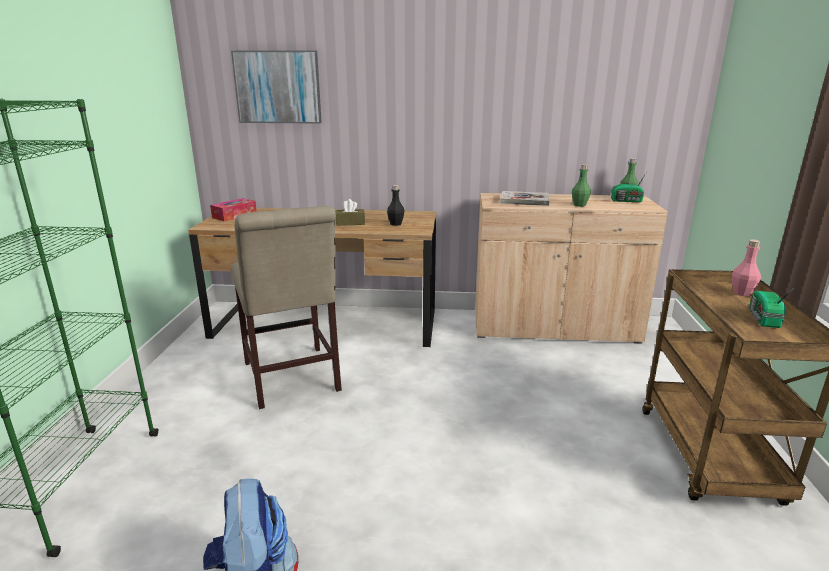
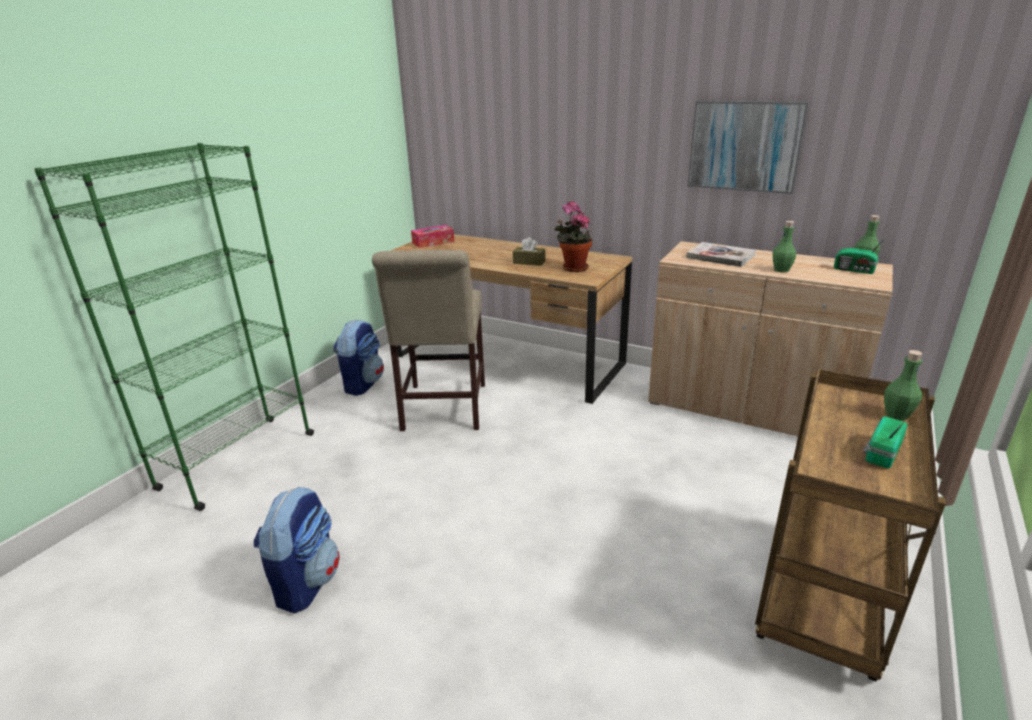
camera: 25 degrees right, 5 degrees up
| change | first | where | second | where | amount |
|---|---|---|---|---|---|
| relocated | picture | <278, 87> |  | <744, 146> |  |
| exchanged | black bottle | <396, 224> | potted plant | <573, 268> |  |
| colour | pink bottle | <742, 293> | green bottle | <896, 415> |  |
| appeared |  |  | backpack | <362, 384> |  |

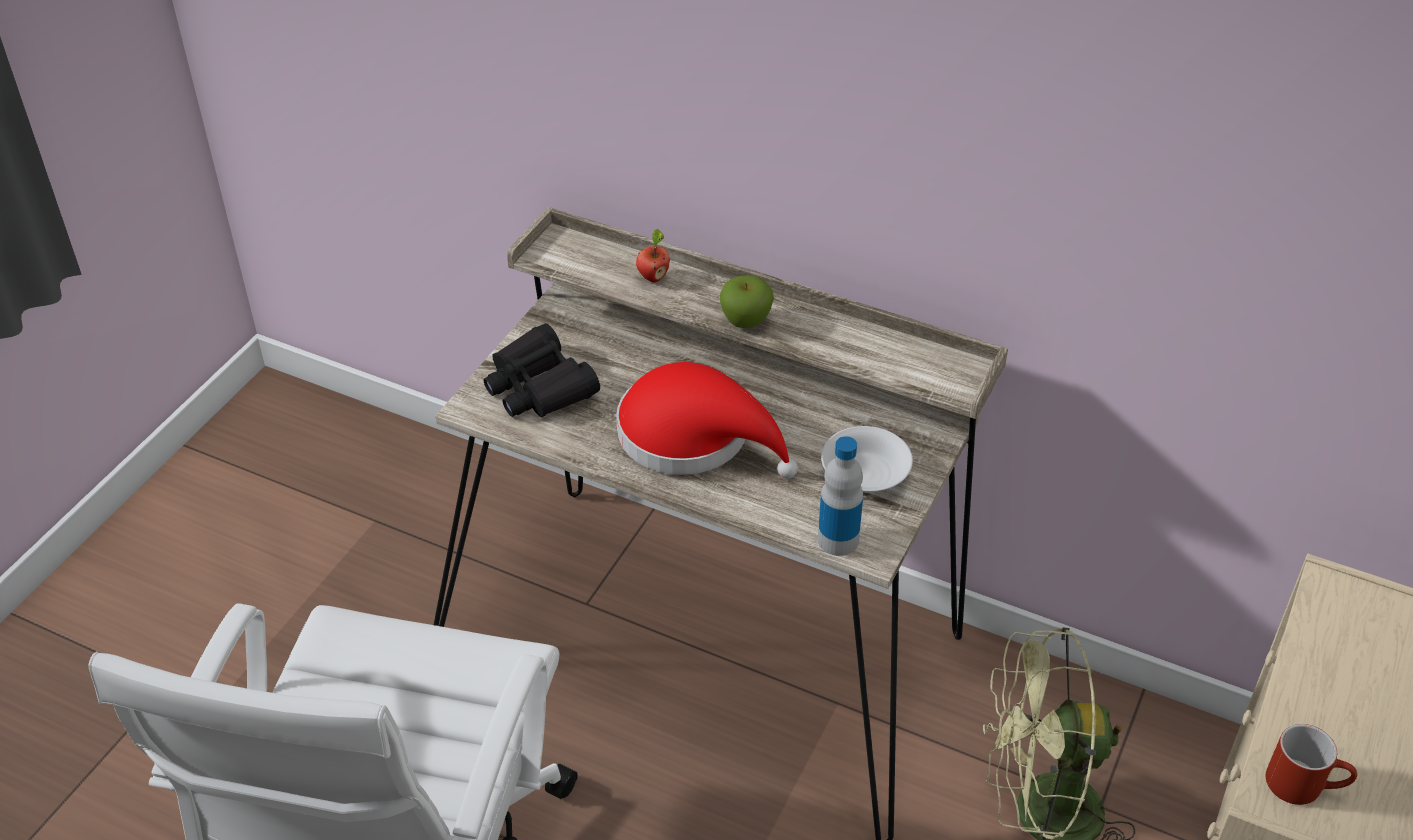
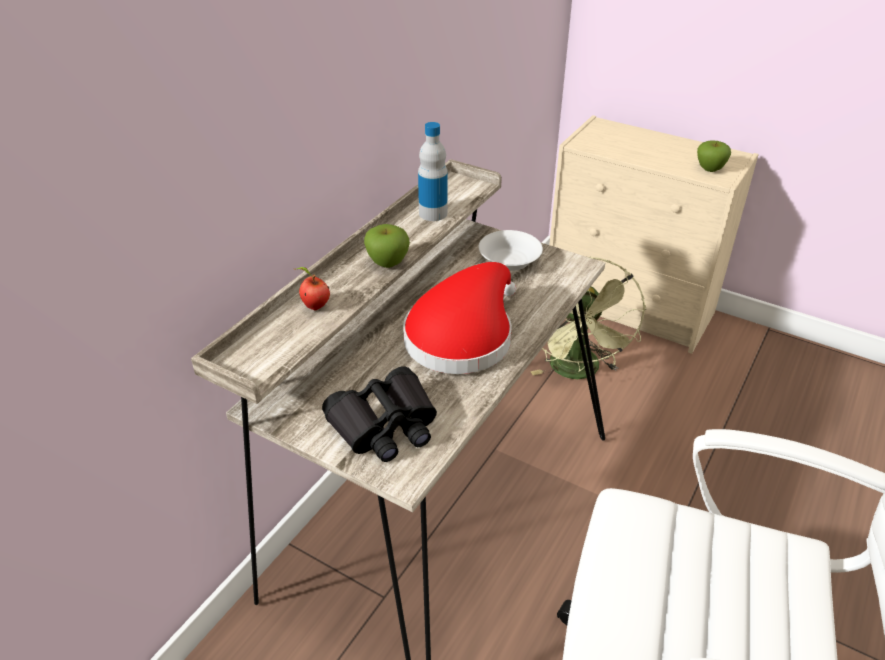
camera: 85 degrees left, 5 degrees down
| change | first | where | second | where | amount |
|---|---|---|---|---|---|
| relocated | bottle | <838, 540> |  | <433, 213> |  |
| exchanged | red mug | <1305, 784> | apple | <710, 169> |  |

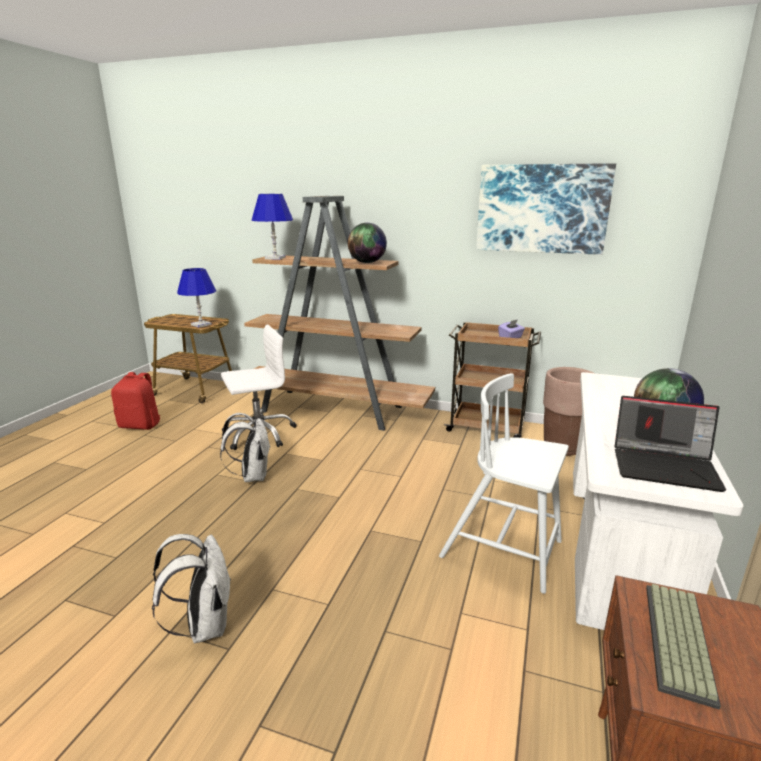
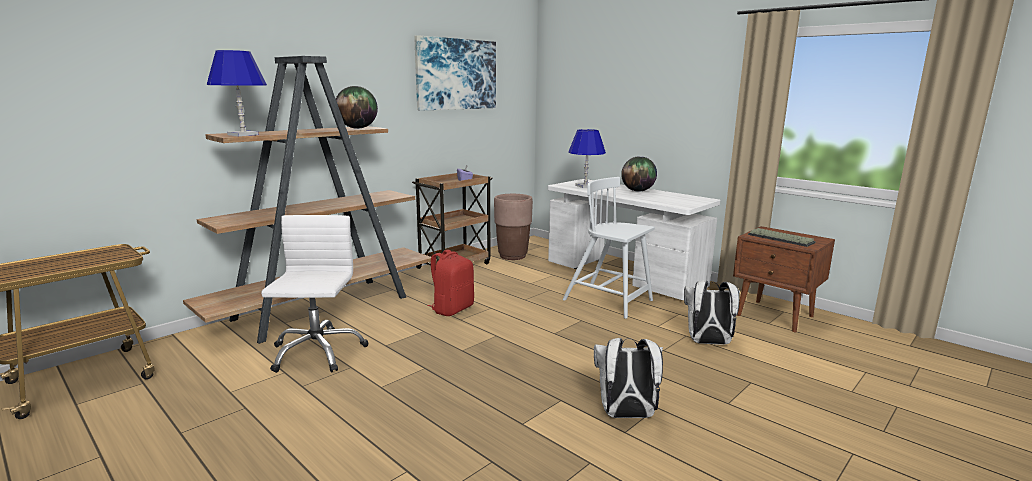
camera: 65 degrees left, 5 degrees down
| change | first | where | second | where | amount |
|---|---|---|---|---|---|
| relocated | blue table lamp | <201, 325> |  | <585, 186> |  |
| relocated | red backpack | <140, 425> |  | <452, 309> |  |
| spun | white chair | <504, 550> |  | <609, 301> | 75 degrees clockwise |
| missing | laptop | <665, 466> |  |  |  |
| relocated | white backpack | <252, 476> |  | <708, 343> |  |

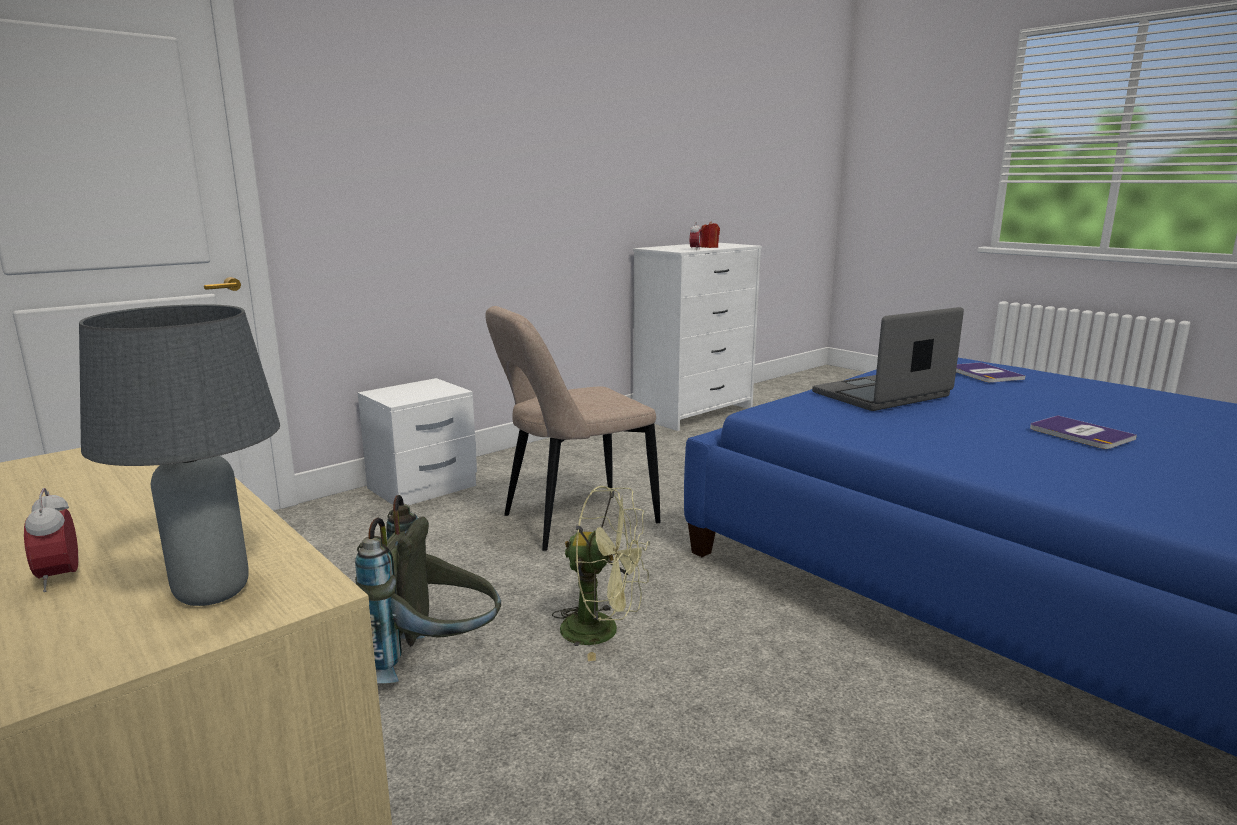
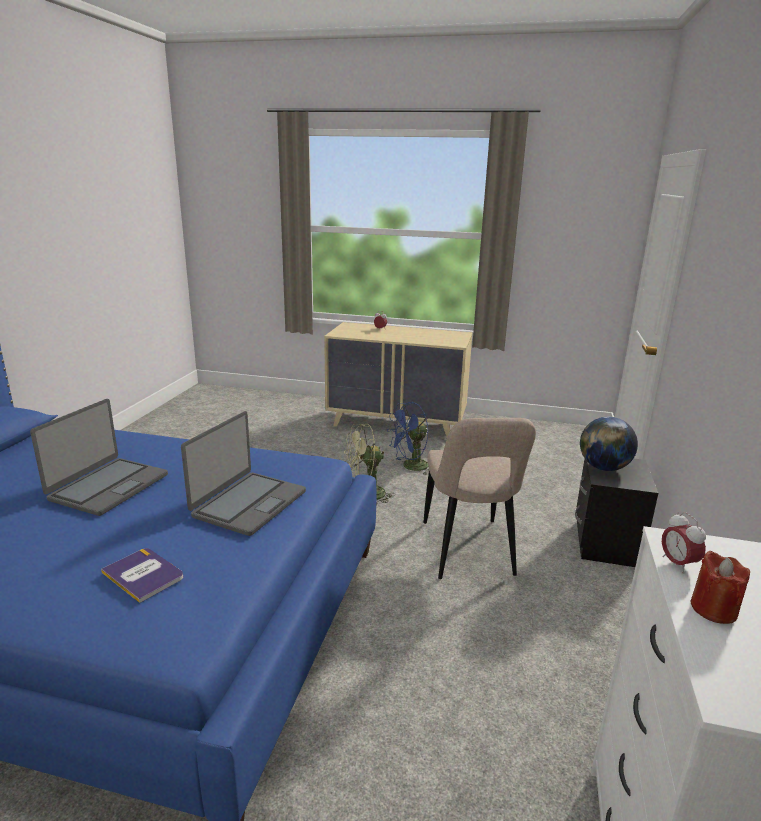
camera: 145 degrees right, 5 degrees up
| change | first | where | second | where | amount |
|---|---|---|---|---|---|
| missing | grey table lamp | <214, 591> |  |  |  |
| spun | beige chair | <573, 520> |  | <468, 552> | 150 degrees clockwise |
| colour | white nightstand | <423, 488> | black nightstand | <604, 543> |  |
| exchanged | book | <1080, 434> | laptop | <108, 487> |  |
| exchanged | grey backpack | <437, 660> | blue fan | <411, 467> |  |
| appeared |  |  | globe | <603, 468> |  |

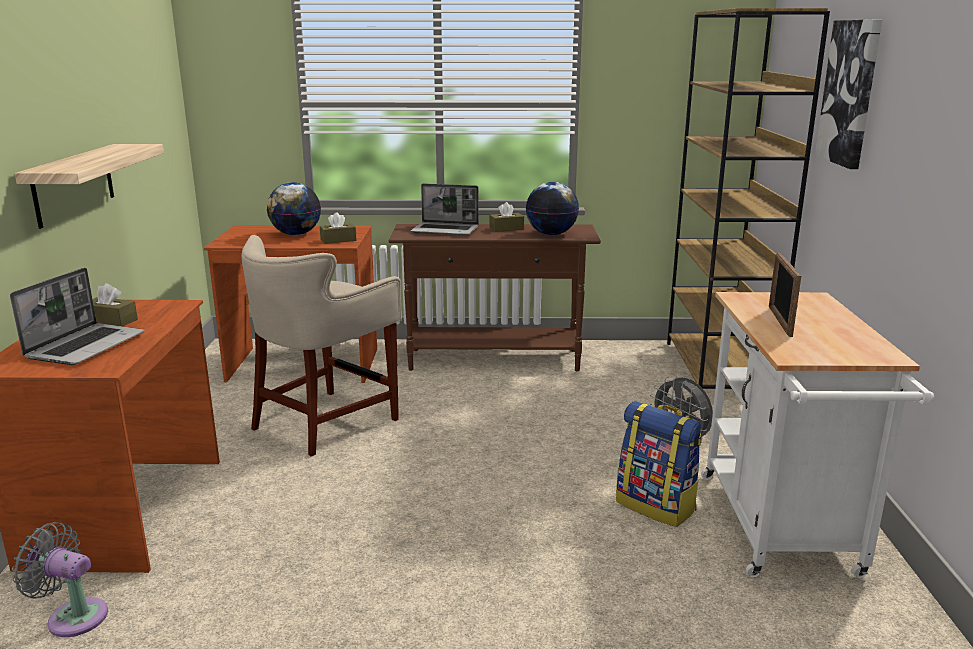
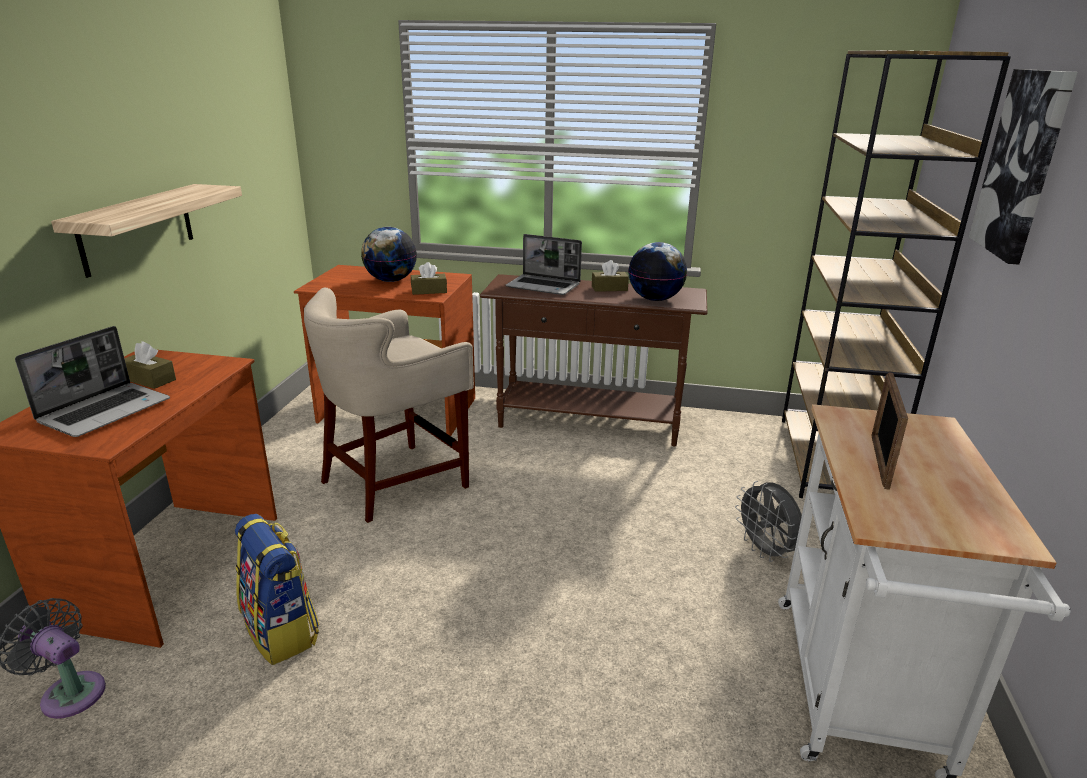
camera: 10 degrees right, 5 degrees up
| change | first | where | second | where | amount |
|---|---|---|---|---|---|
| relocated | backpack | <656, 506> |  | <282, 631> |  |

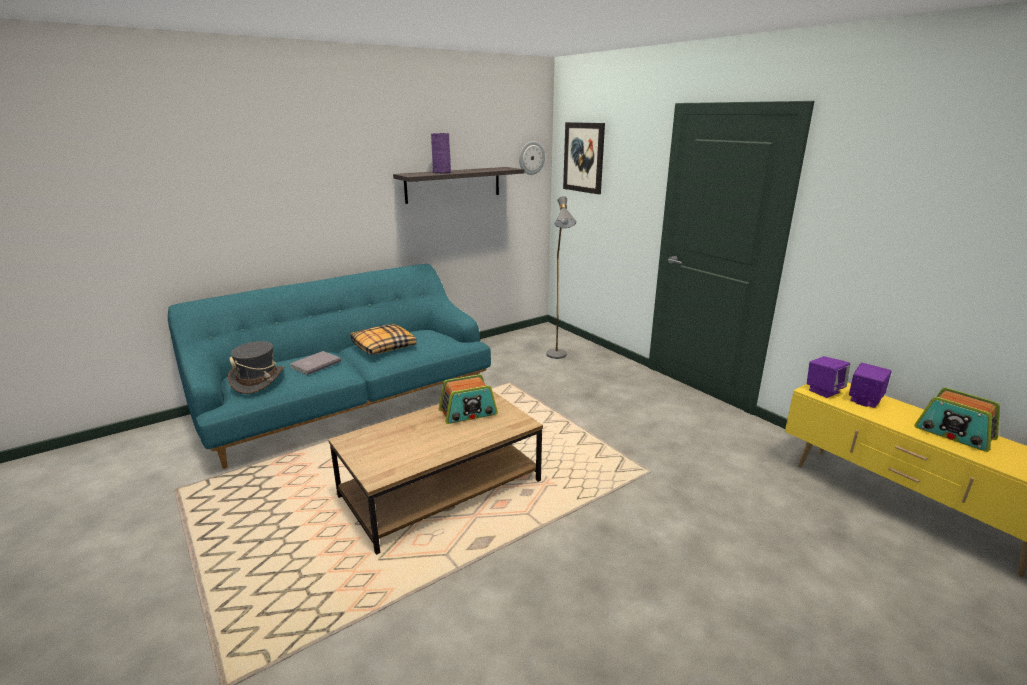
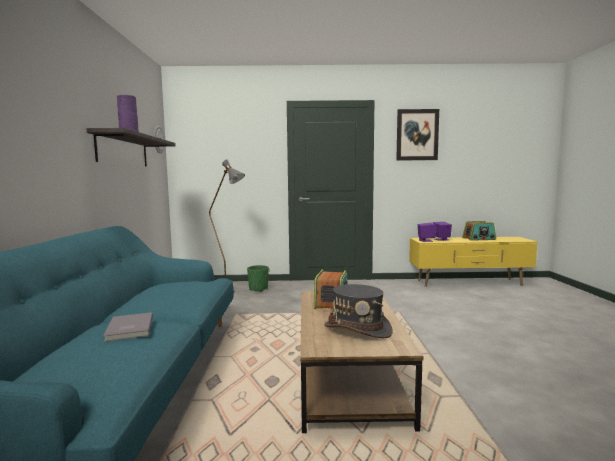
camera: 55 degrees left, 15 degrees down
| change | first | where | second | where | amount |
|---|---|---|---|---|---|
| relocated | picture | <584, 157> |  | <417, 135> |  |
| missing | pillow | <383, 346> |  |  |  |
| relocated | grey hat | <258, 380> |  | <357, 329> |  |
| appeared |  |  | green planter | <258, 289> |  |

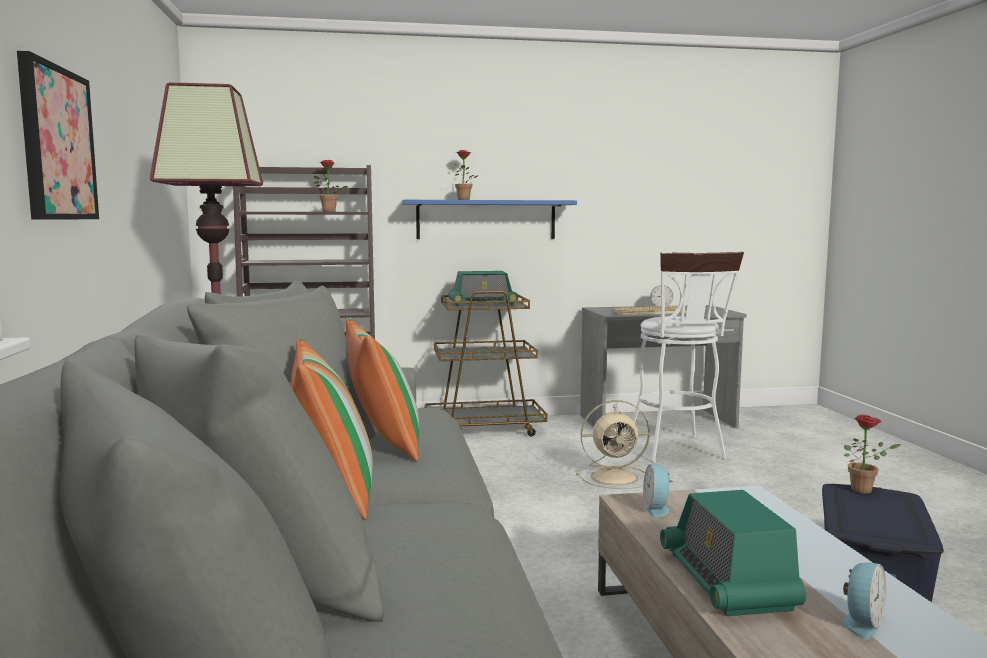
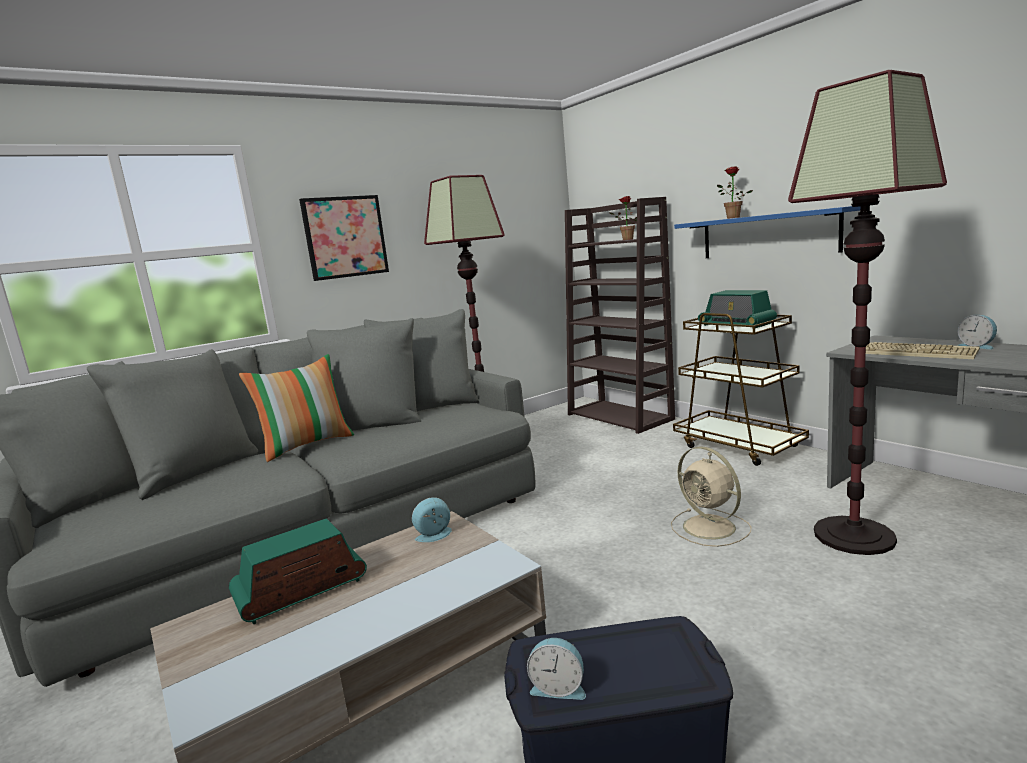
camera: 65 degrees right, 5 degrees up
| change | first | where | second | where | amount |
|---|---|---|---|---|---|
| exchanged | white stool | <678, 452> | floor lamp | <852, 536> |  |
| missing | pillow | <382, 444> |  |  |  |
| missing | potted plant | <865, 490> |  |  |  |
| relocated | alarm clock | <861, 622> |  | <558, 687> |  |

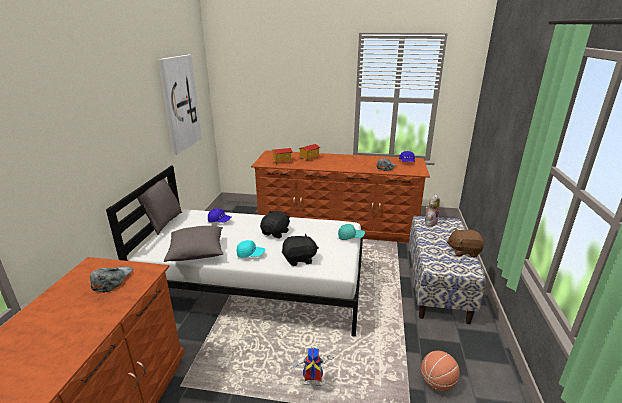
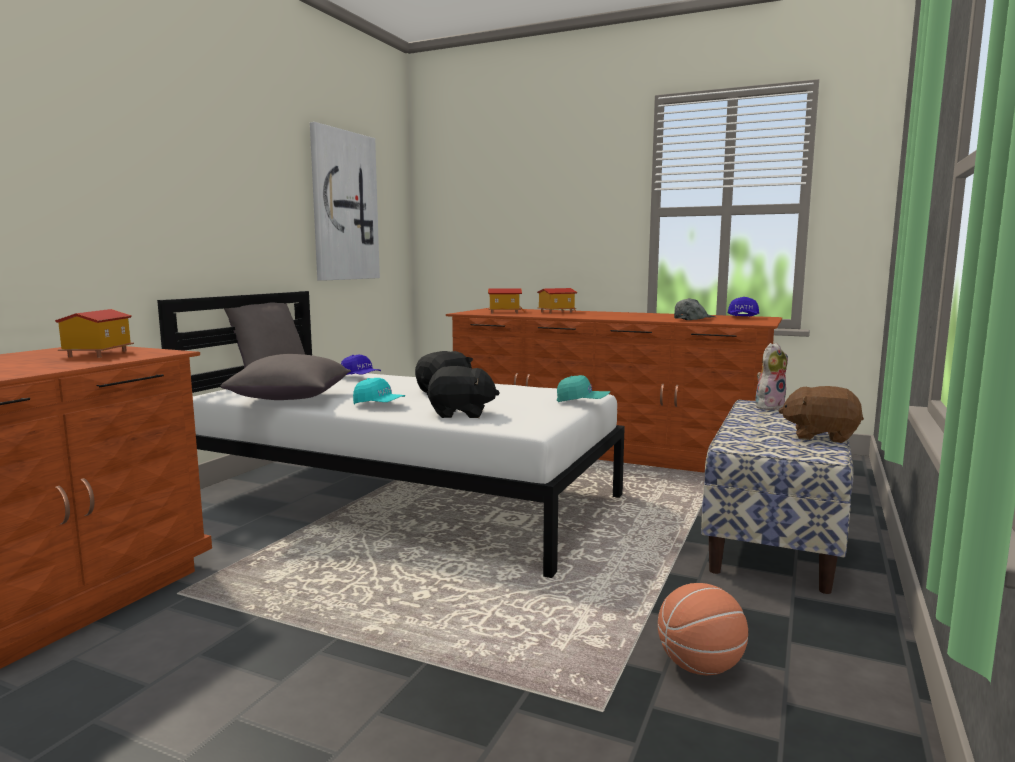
camera: 15 degrees right, 15 degrees down
| change | first | where | second | where | amount |
|---|---|---|---|---|---|
| exchanged | grey cap | <112, 280> | toy house | <97, 354> |  |
| missing | toy robot | <310, 385> |  |  |  |

